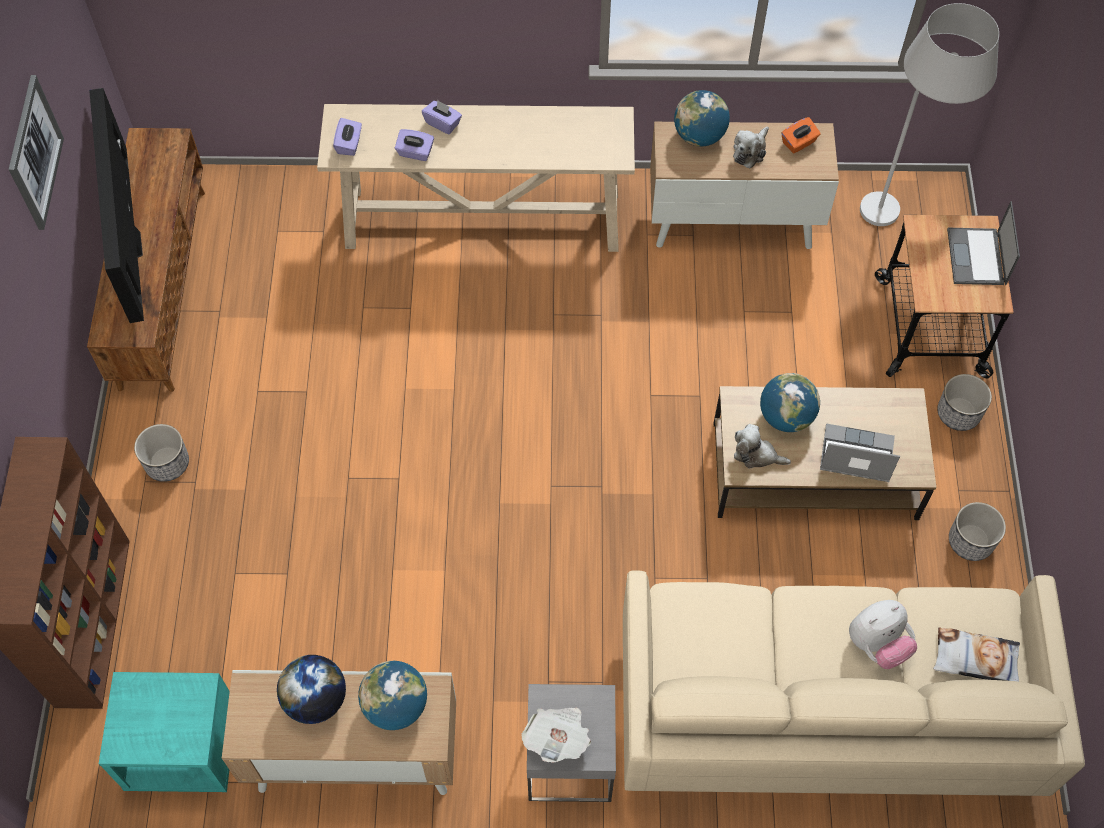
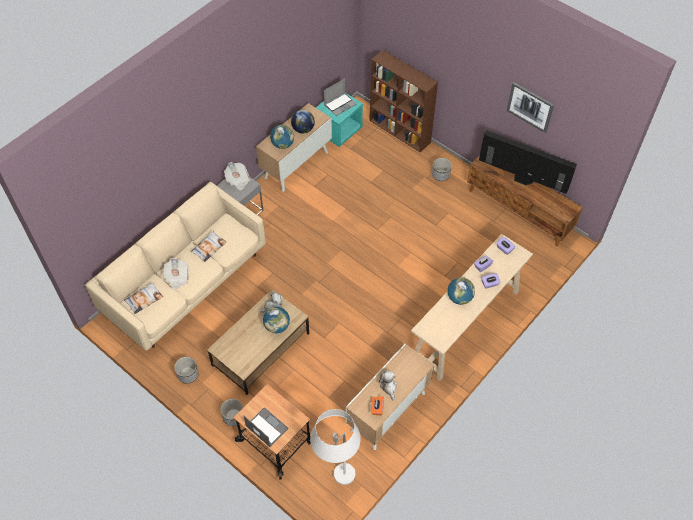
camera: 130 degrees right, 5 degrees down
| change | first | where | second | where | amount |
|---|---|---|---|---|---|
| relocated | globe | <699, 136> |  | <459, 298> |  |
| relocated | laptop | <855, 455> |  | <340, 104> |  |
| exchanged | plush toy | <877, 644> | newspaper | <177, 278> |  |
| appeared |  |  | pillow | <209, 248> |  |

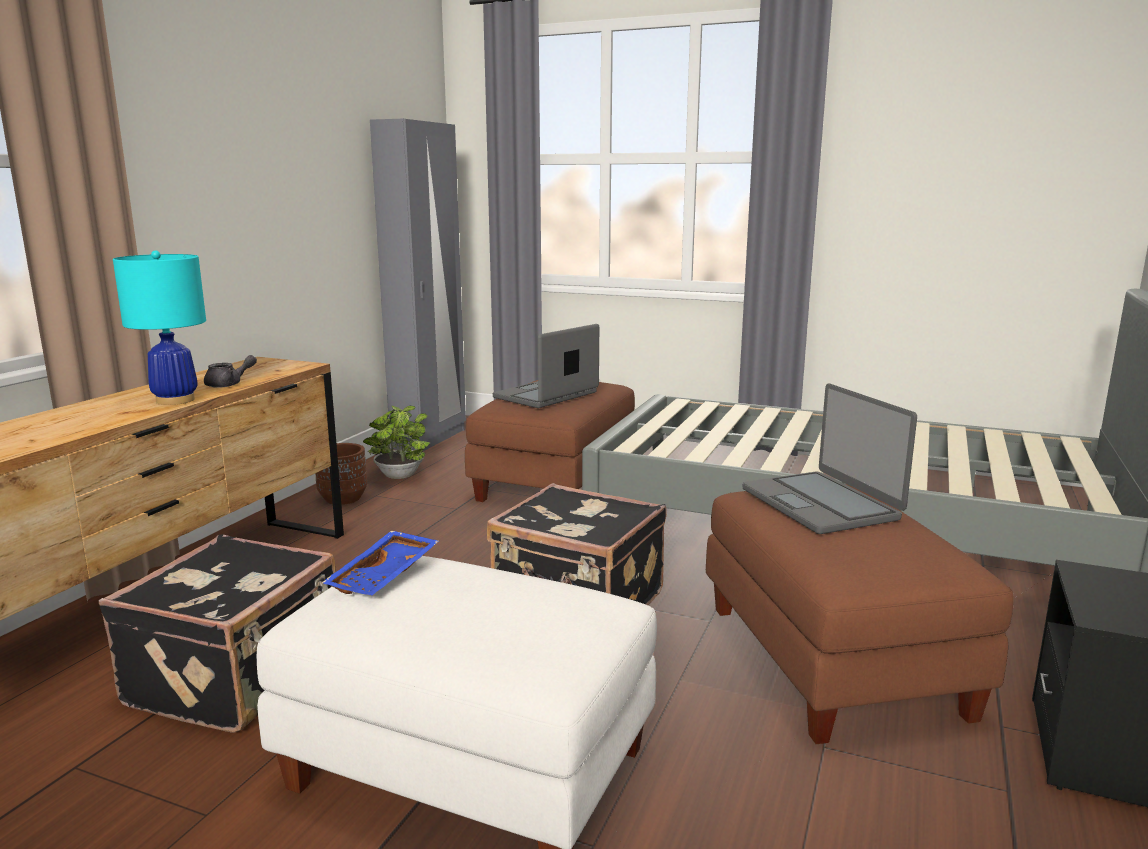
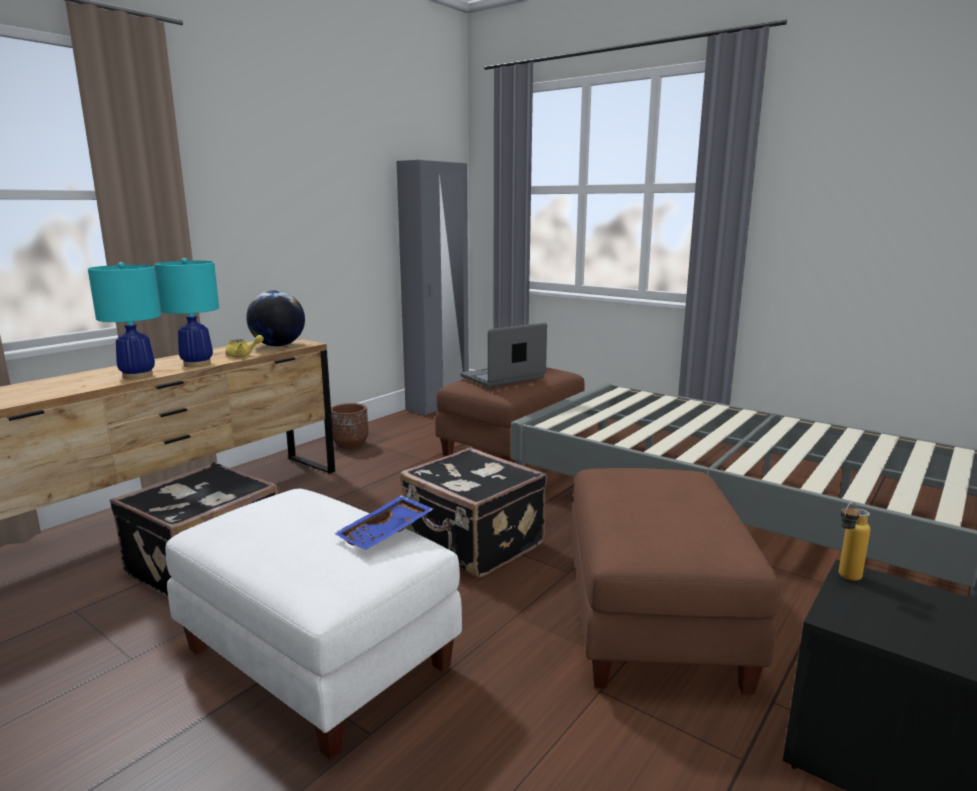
camera: 15 degrees right, 0 degrees up
| change | first | where | second | where | amount |
|---|---|---|---|---|---|
| colour | grey teapot | <229, 384> | yellow teapot | <243, 355> |  |
| missing | laptop | <821, 504> |  |  |  |
| missing | potted plant | <399, 477> |  |  |  |
| relocated | blue tray | <385, 576> |  | <386, 533> |  |
| appeared |  |  | turquoise table lamp | <138, 376> |  |
| appeared |  |  | globe | <278, 345> |  |
| appeared |  |  | bottle | <844, 578> |  |

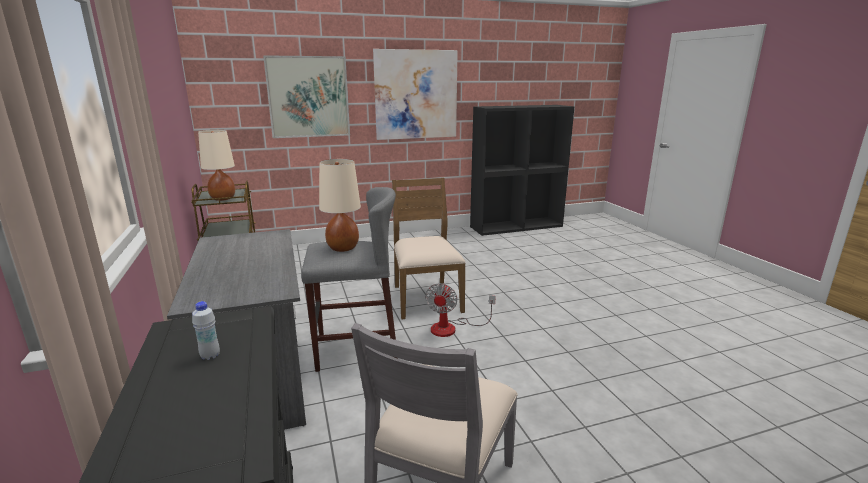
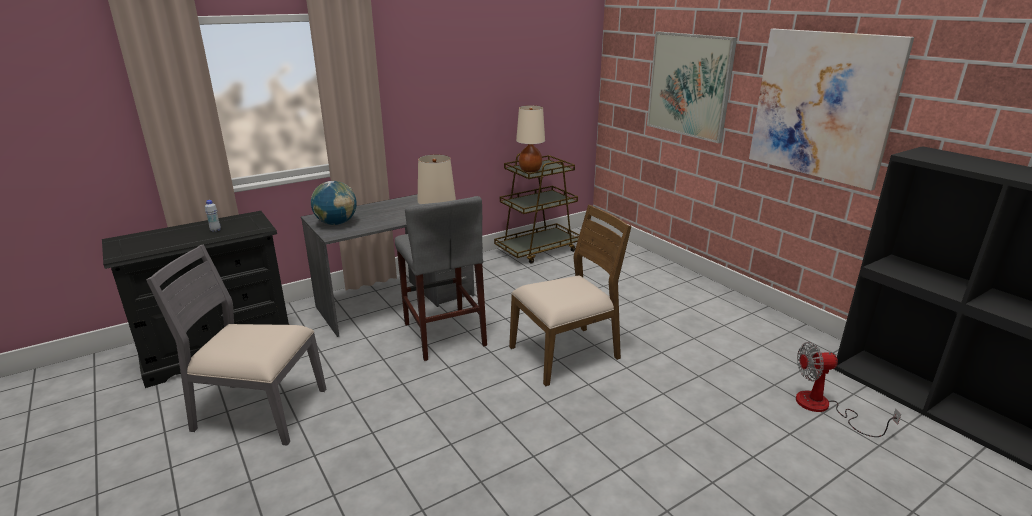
camera: 75 degrees right, 5 degrees up
| change | first | where | second | where | amount |
|---|---|---|---|---|---|
| relocated | fan | <451, 328> |  | <824, 408> |  |
| appeared |  |  | globe | <336, 223> |  |

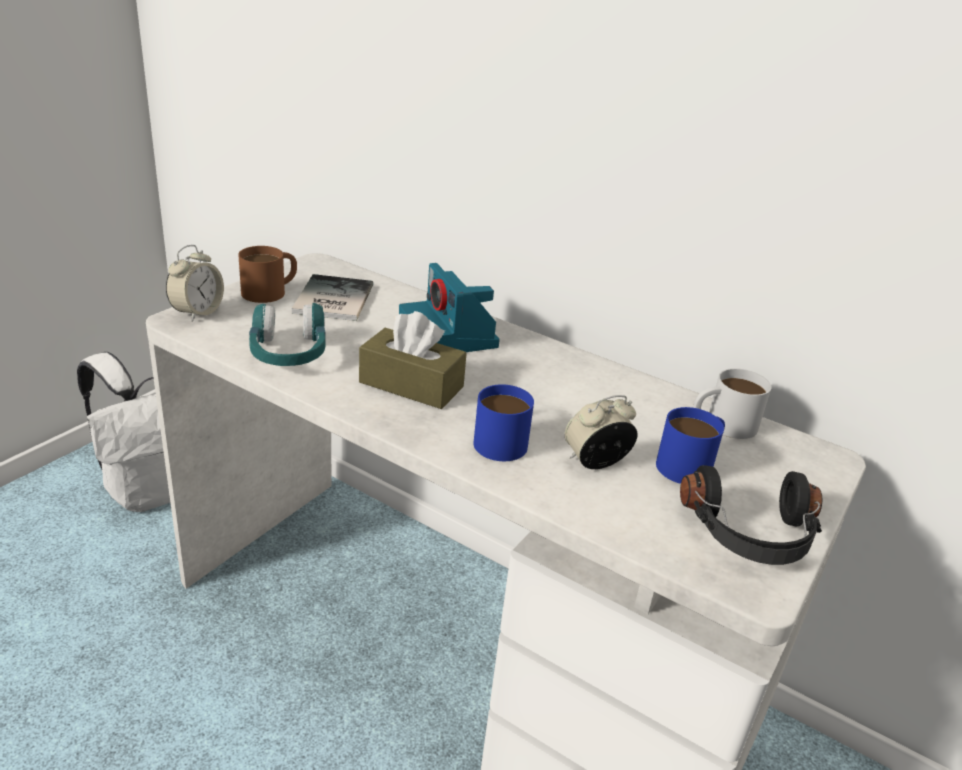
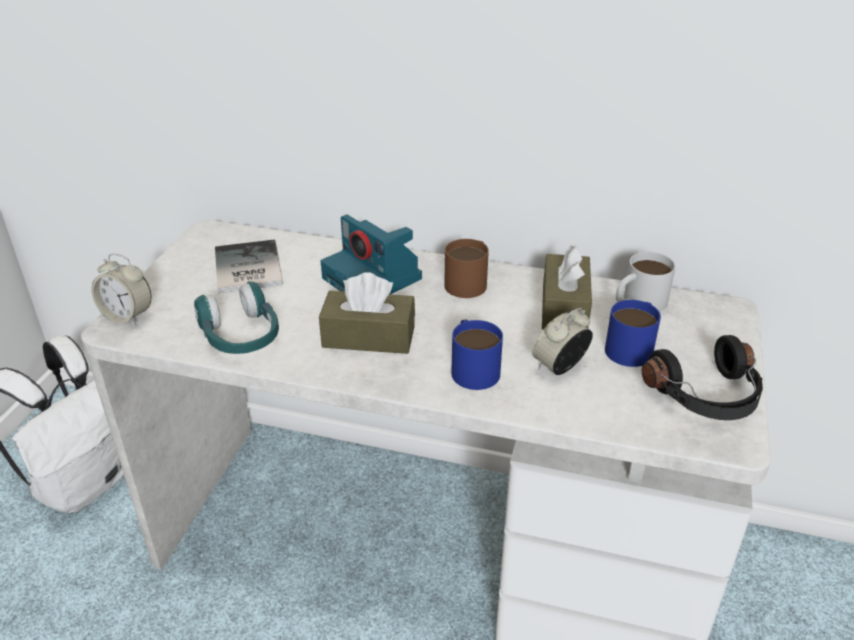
camera: 15 degrees left, 5 degrees up
| change | first | where | second | where | amount |
|---|---|---|---|---|---|
| spun | alarm clock | <197, 312> |  | <127, 316> | 105 degrees clockwise |
| relocated | brown mug | <271, 291> |  | <469, 281> |  |
| appeared |  |  | brown tissue box | <564, 307> |  |

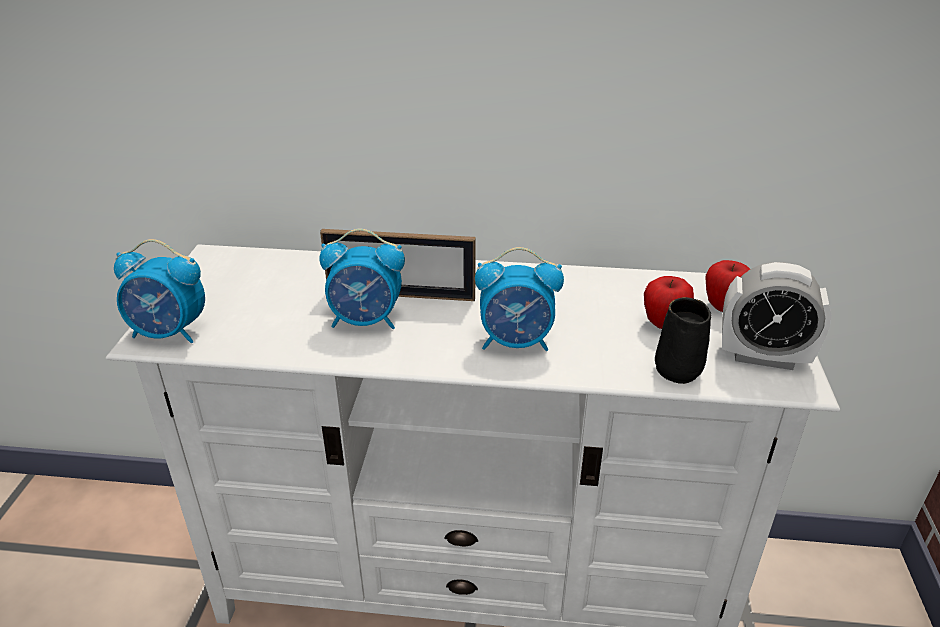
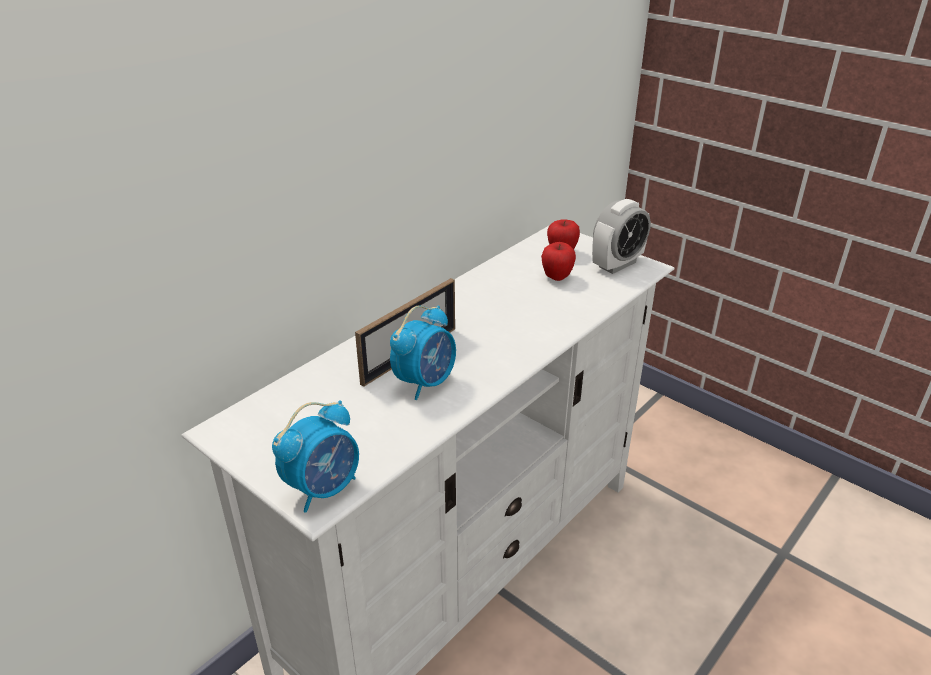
camera: 55 degrees left, 0 degrees up
| change | first | where | second | where | amount |
|---|---|---|---|---|---|
| missing | alarm clock | <516, 342> |  |  |  |
| missing | black mug | <677, 368> |  |  |  |

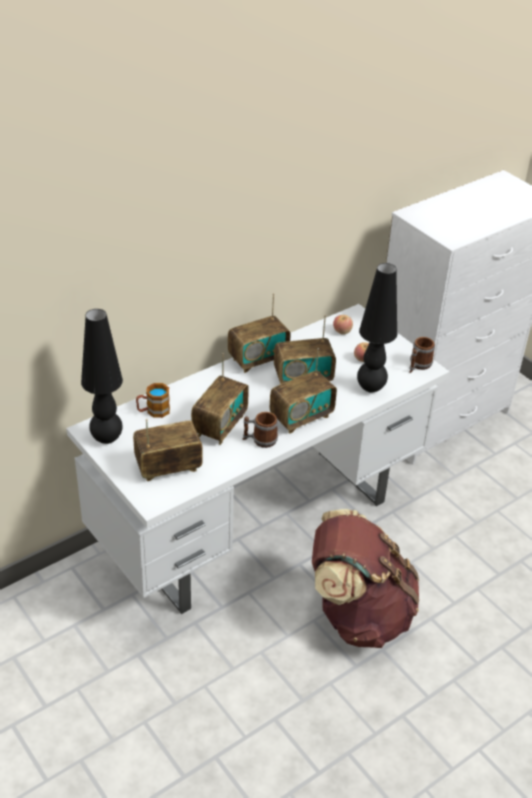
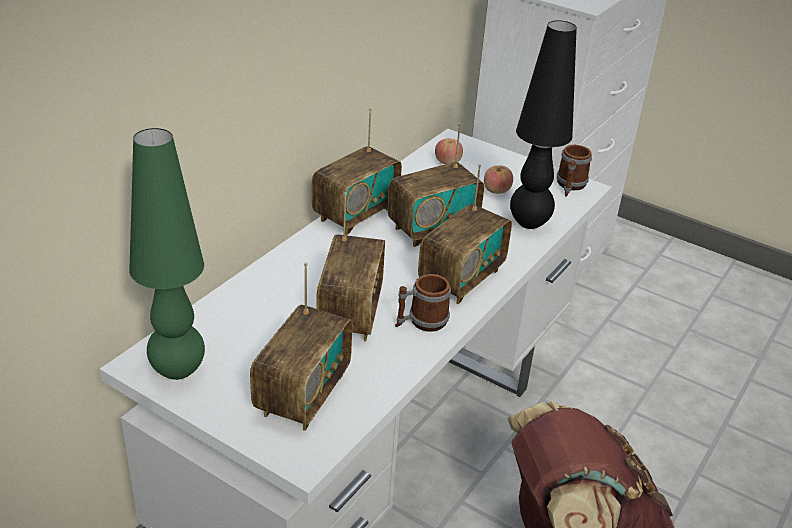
camera: 20 degrees left, 5 degrees down
| change | first | where | second | where | amount |
|---|---|---|---|---|---|
| colour | black table lamp | <107, 439> | green table lamp | <178, 371> |  |
| missing | mug | <153, 411> |  |  |  |
| spun | radio | <168, 468> |  | <302, 394> | 150 degrees clockwise |

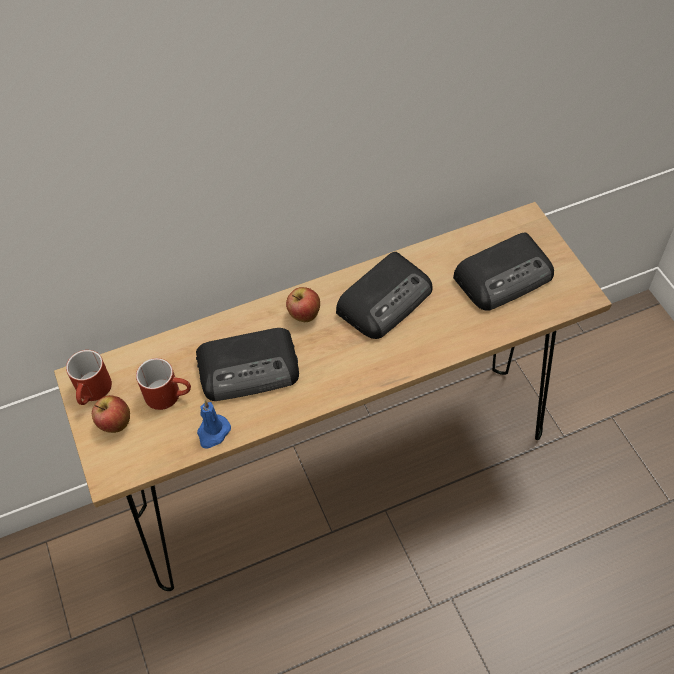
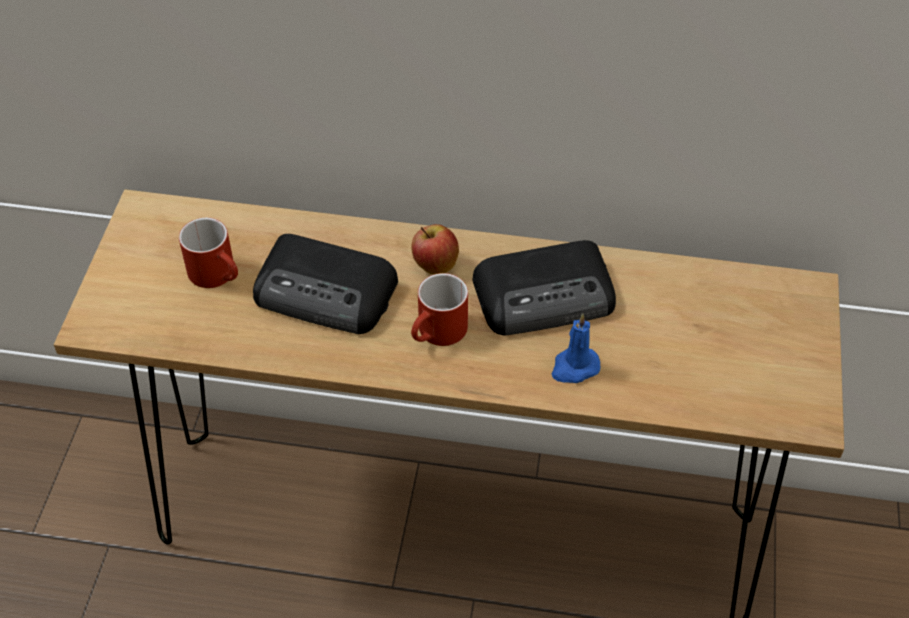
camera: 30 degrees right, 5 degrees down
| change | first | where | second | where | amount |
|---|---|---|---|---|---|
| missing | radio | <505, 276> |  |  |  |
| relocated | red mug | <93, 392> |  | <438, 334> |  |
| missing | apple | <115, 423> |  |  |  |
| relocated | blue candle | <213, 433> |  | <574, 367> |  |

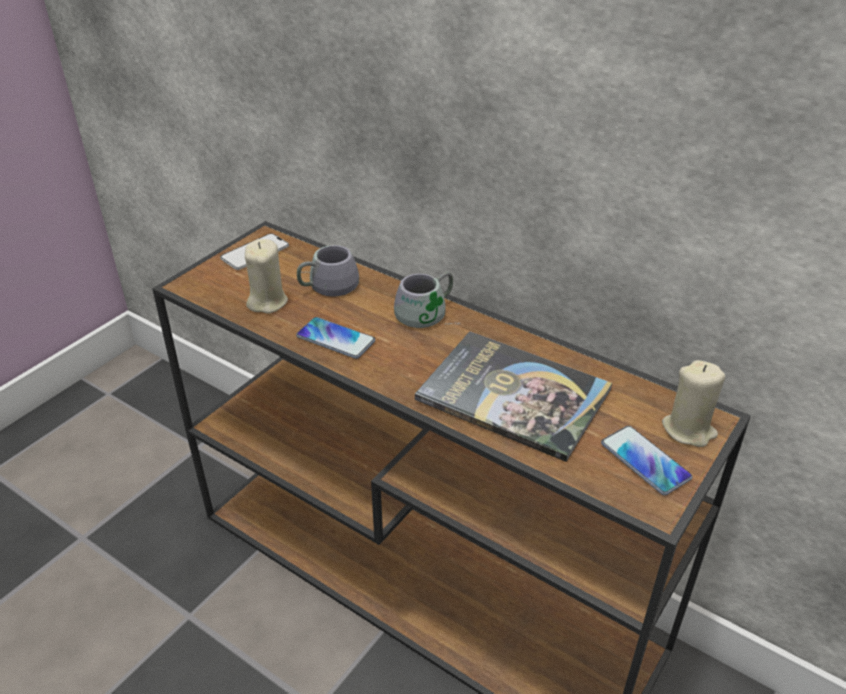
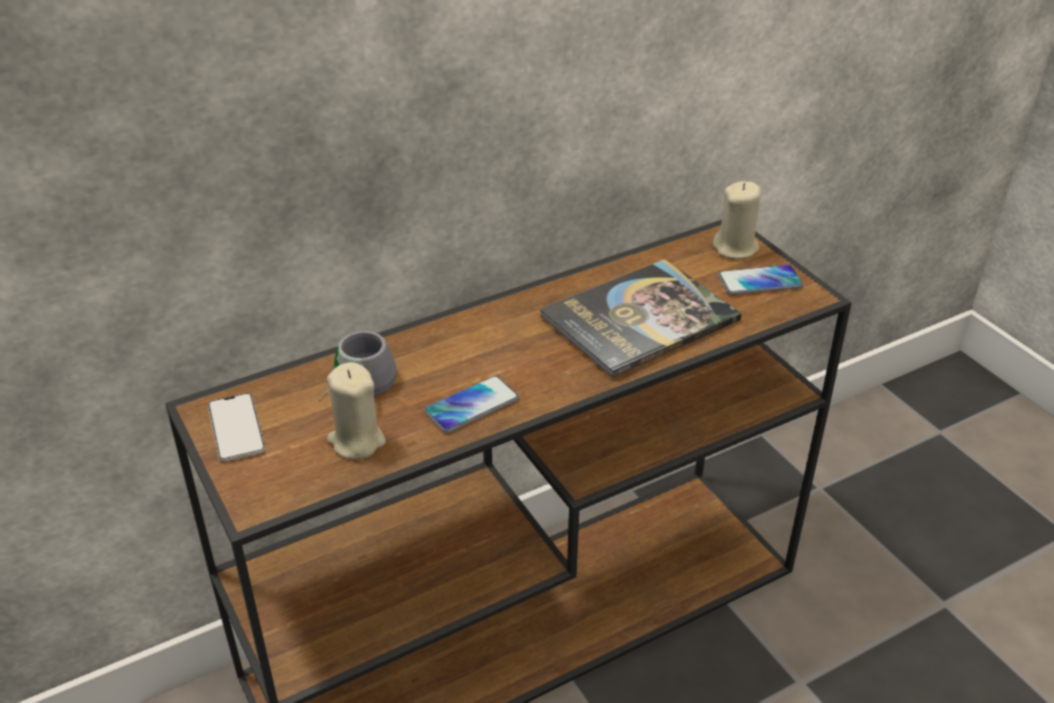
camera: 65 degrees left, 0 degrees up
| change | first | where | second | where | amount |
|---|---|---|---|---|---|
| missing | grey mug | <429, 314> |  |  |  |

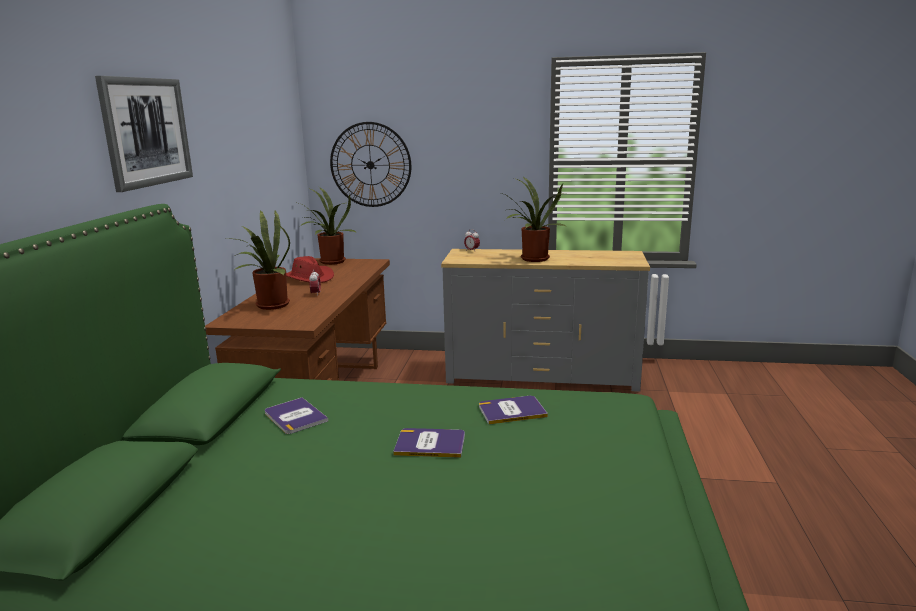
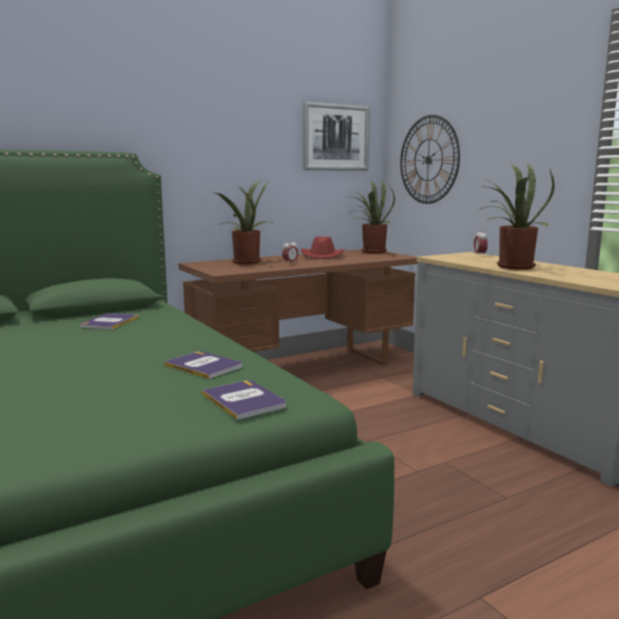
camera: 50 degrees right, 5 degrees down
| change | first | where | second | where | amount |
|---|---|---|---|---|---|
| relocated | picture | <146, 132> |  | <336, 137> |  |
| relocated | book | <430, 444> |  | <244, 400> |  |

